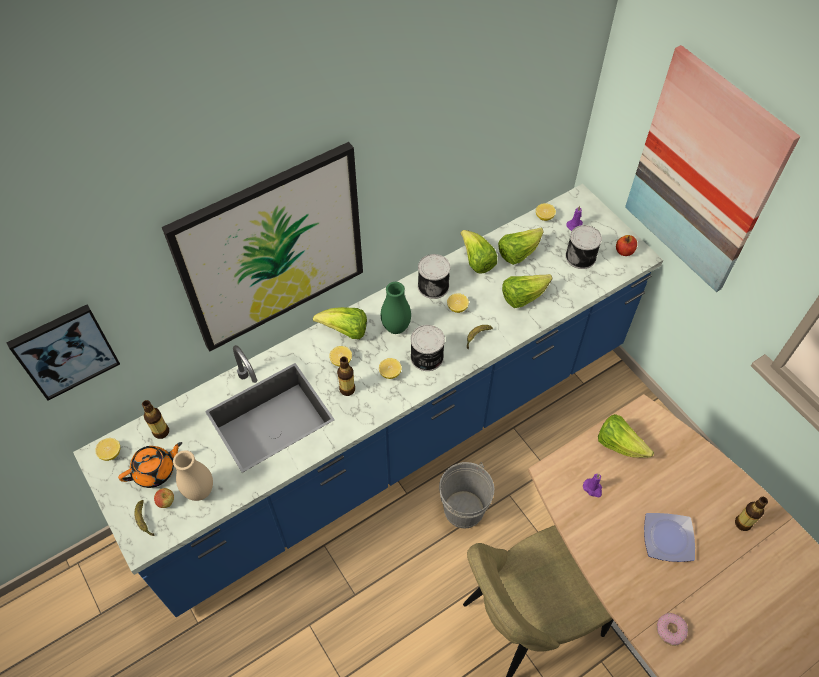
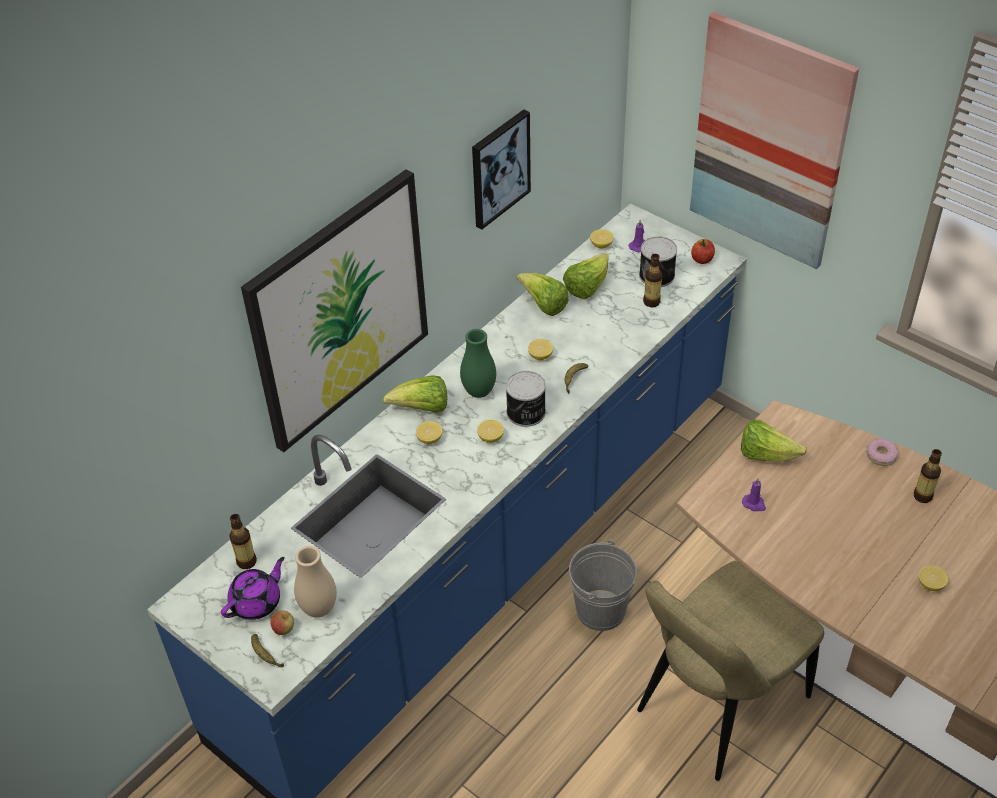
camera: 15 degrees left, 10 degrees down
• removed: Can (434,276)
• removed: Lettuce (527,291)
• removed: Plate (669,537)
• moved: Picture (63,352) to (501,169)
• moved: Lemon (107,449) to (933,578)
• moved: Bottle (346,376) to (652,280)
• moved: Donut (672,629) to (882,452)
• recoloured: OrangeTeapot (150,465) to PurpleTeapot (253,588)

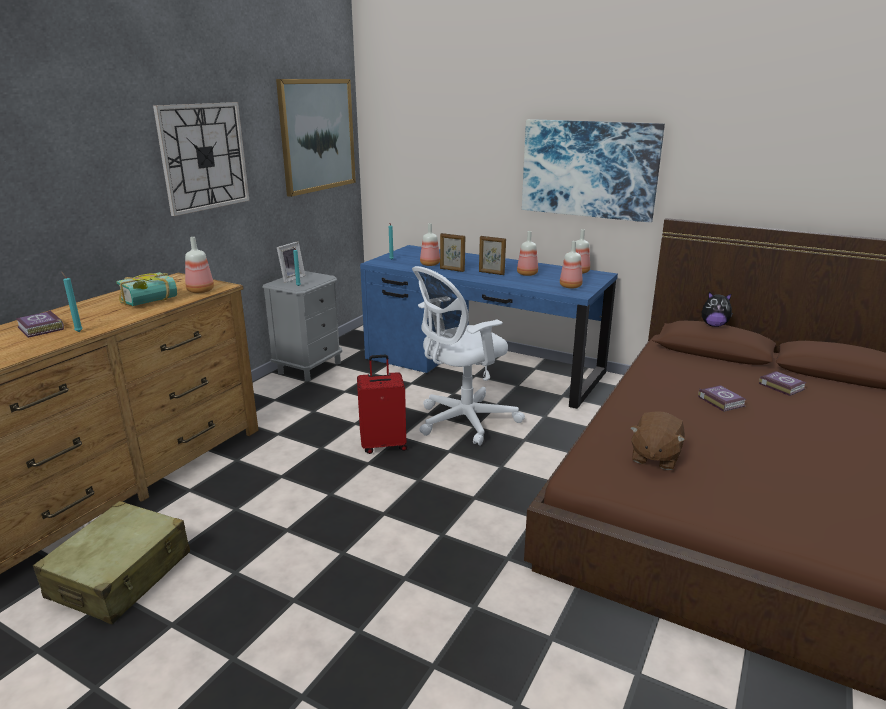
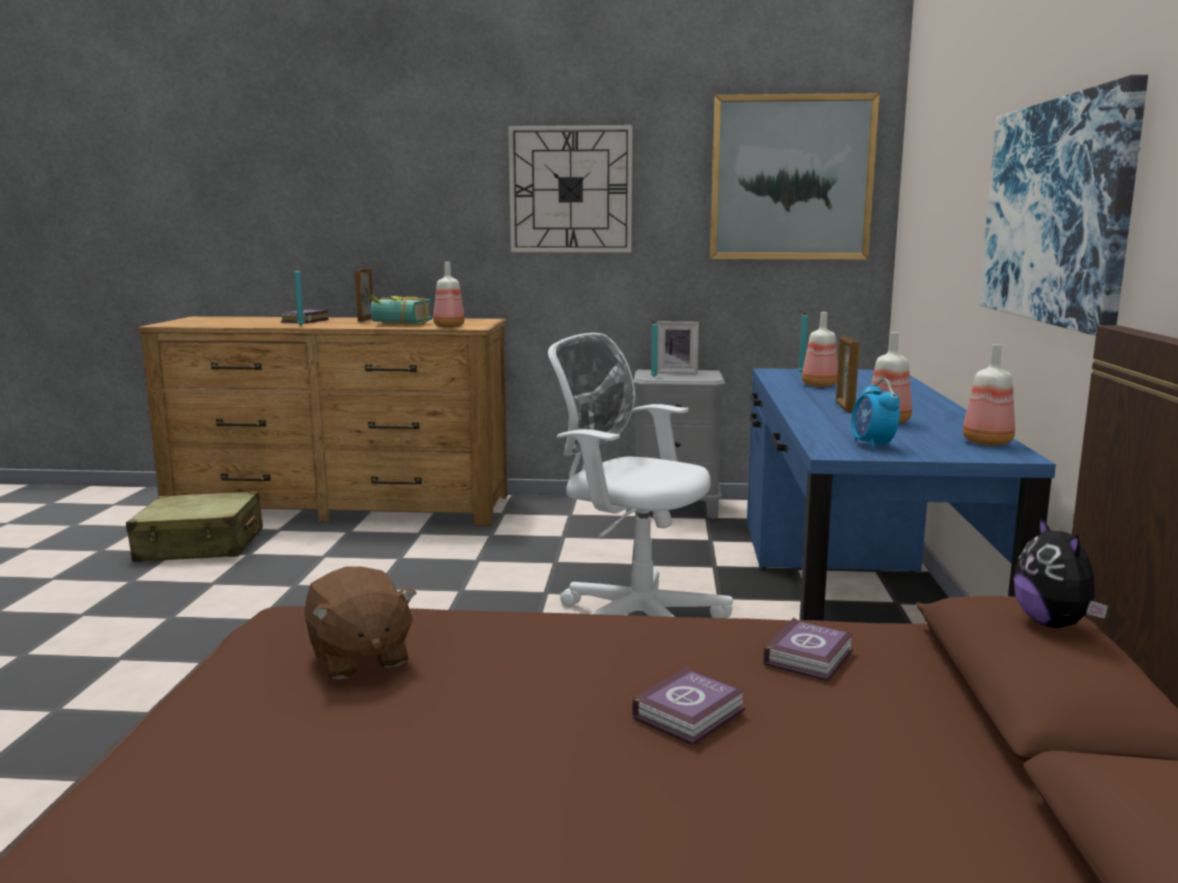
camera: 65 degrees right, 10 degrees down
• removed: RedSuitcase (382,404)
• moved: PictureFrame (452,252) to (364,295)
• moved: Book (783,383) to (808,650)
• replaced: Bottle (571,265) to AlarmClock (875,414)
• turned: BrownPlushToy (657,440) = (360,623) 120 degrees counterclockwise

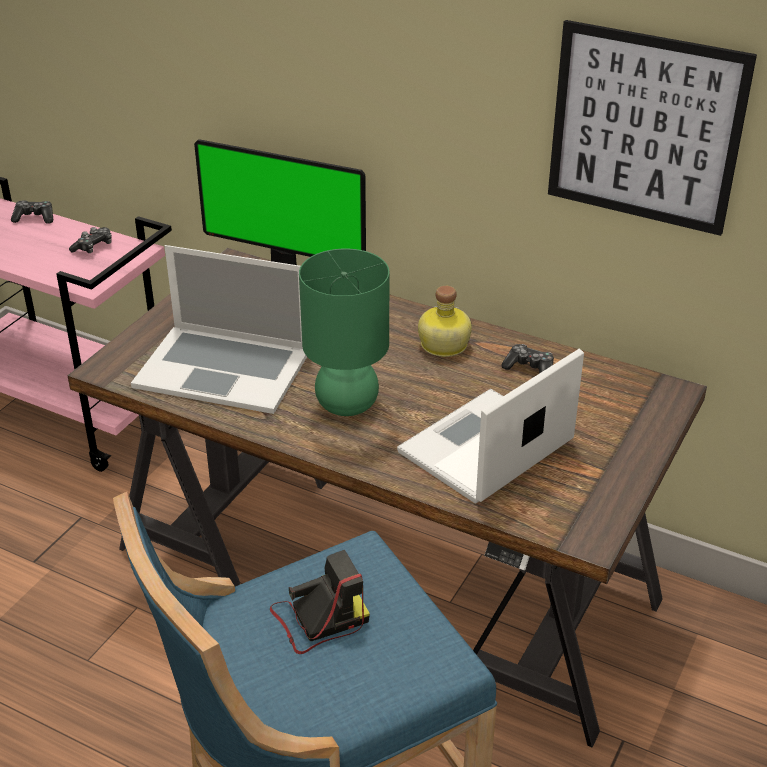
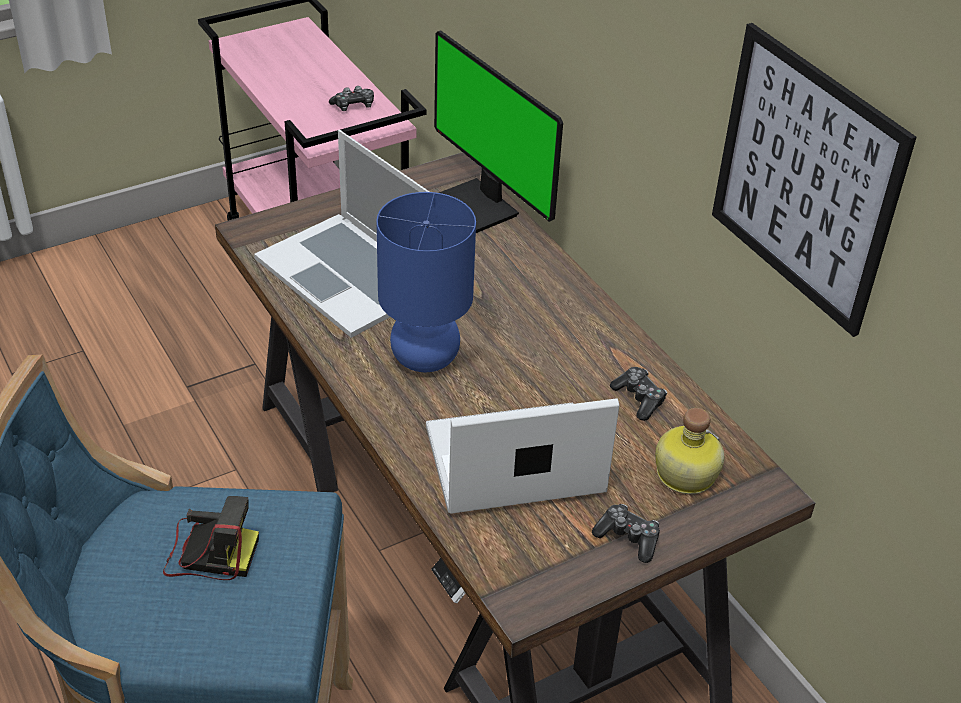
camera: 30 degrees right, 5 degrees up
• moved: GameController (32,212) to (626,533)
• moved: Bottle (445,321) to (689,451)
• recoloured: GreenTableLamp (344,332) to BlueTableLamp (426,282)

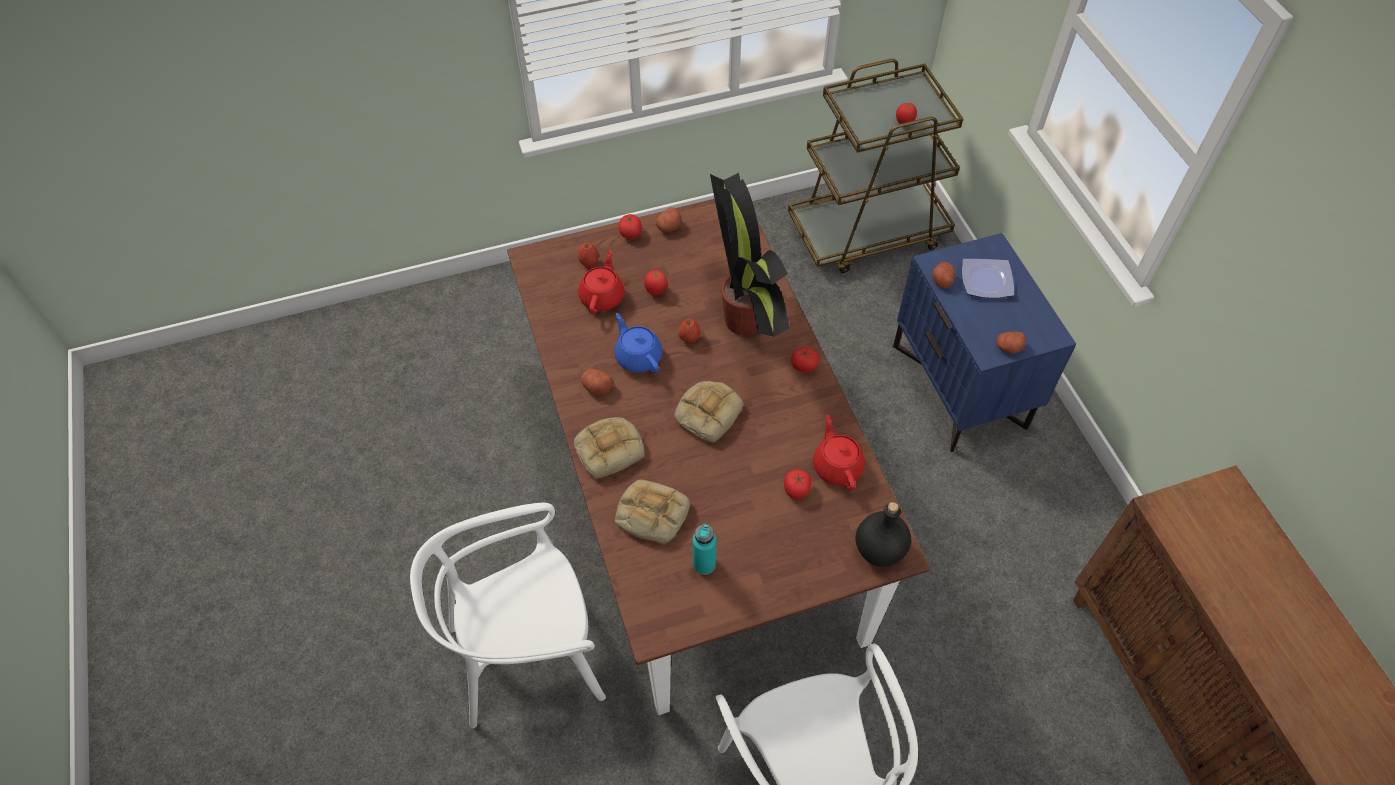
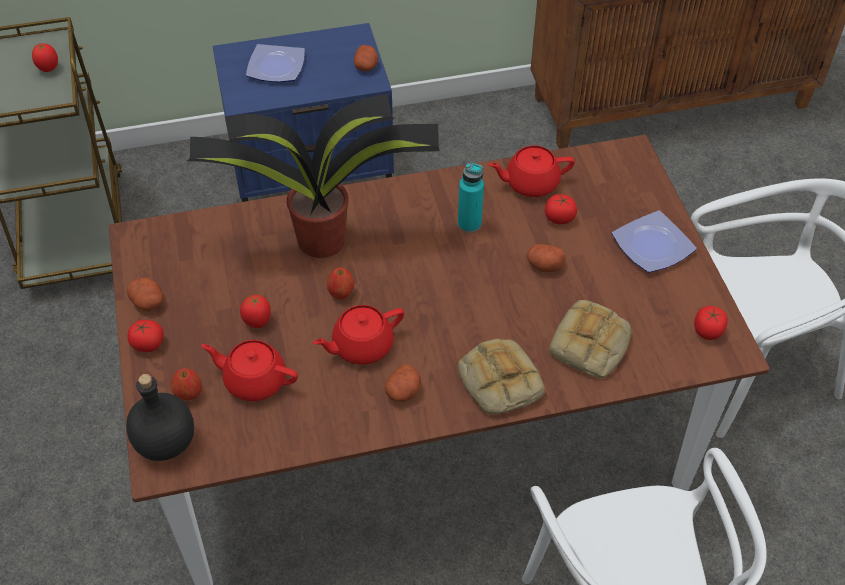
camera: 85 degrees left, 5 degrees down
• removed: Bread (709,412)
• added: Plate (654,241)
• moved: TurquoiseBottle (704,549) to (471,198)
• moved: Tomato (805,360) to (711,323)
• moved: BlackBottle (883,534) to (160,417)
• moved: Potato (943,275) to (546,258)
• recoloured: BlueTeapot (638,343) to RedTeapot (358,335)

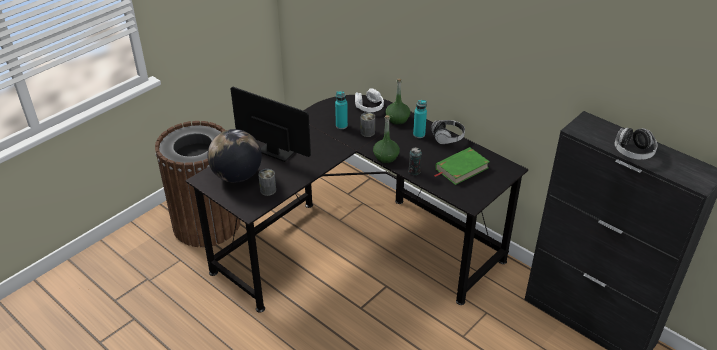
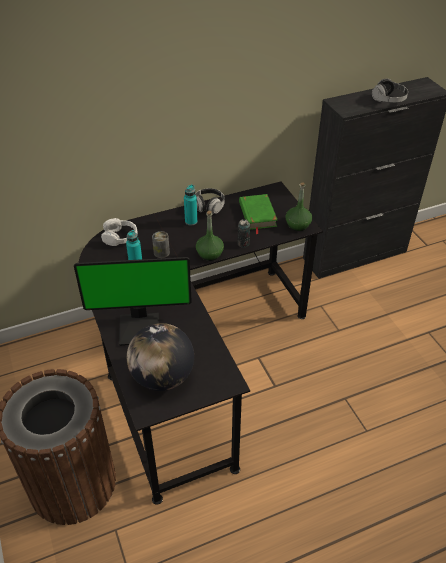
camera: 65 degrees left, 5 degrees up
• removed: Can (267,182)
• moved: GreenBottle (398,102) to (298,206)
• turned: Monitor (270,124) = (133,301) 150 degrees counterclockwise

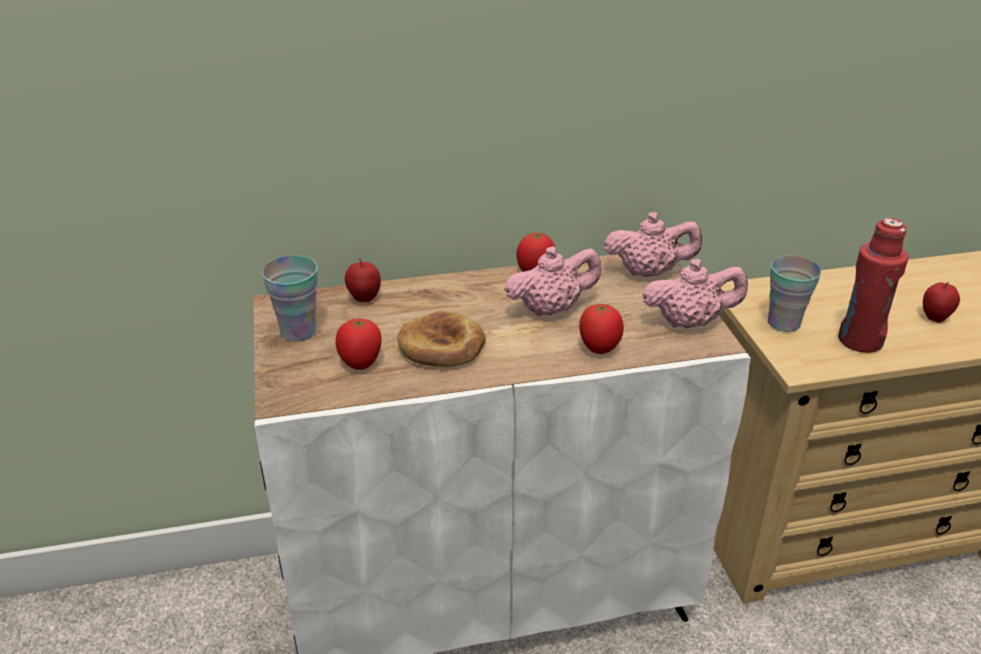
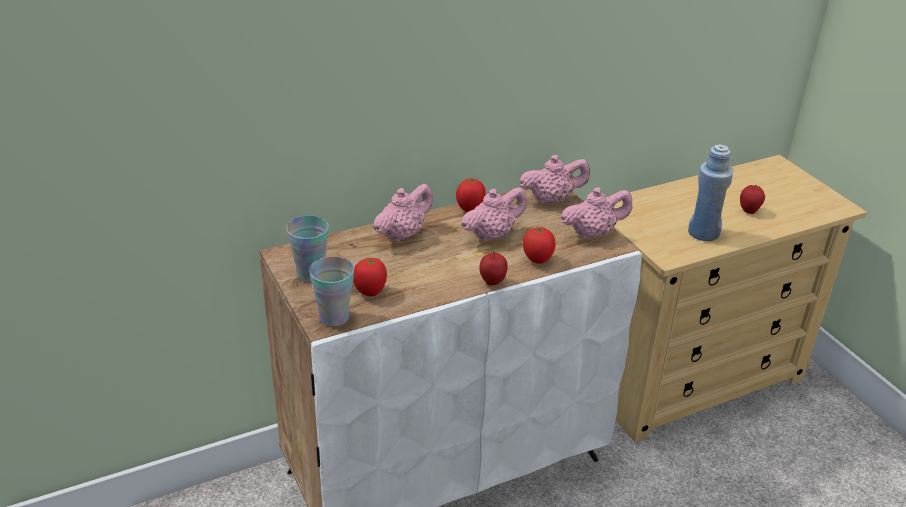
camera: 15 degrees left, 0 degrees up
• removed: Bread (441,339)
• added: PinkTeapot (403,213)
• moved: Apple (363,280) to (493,268)
• moved: Cup (794,293) to (331,291)
• recoloured: RedBottle (873,285) to BlueBottle (710,192)

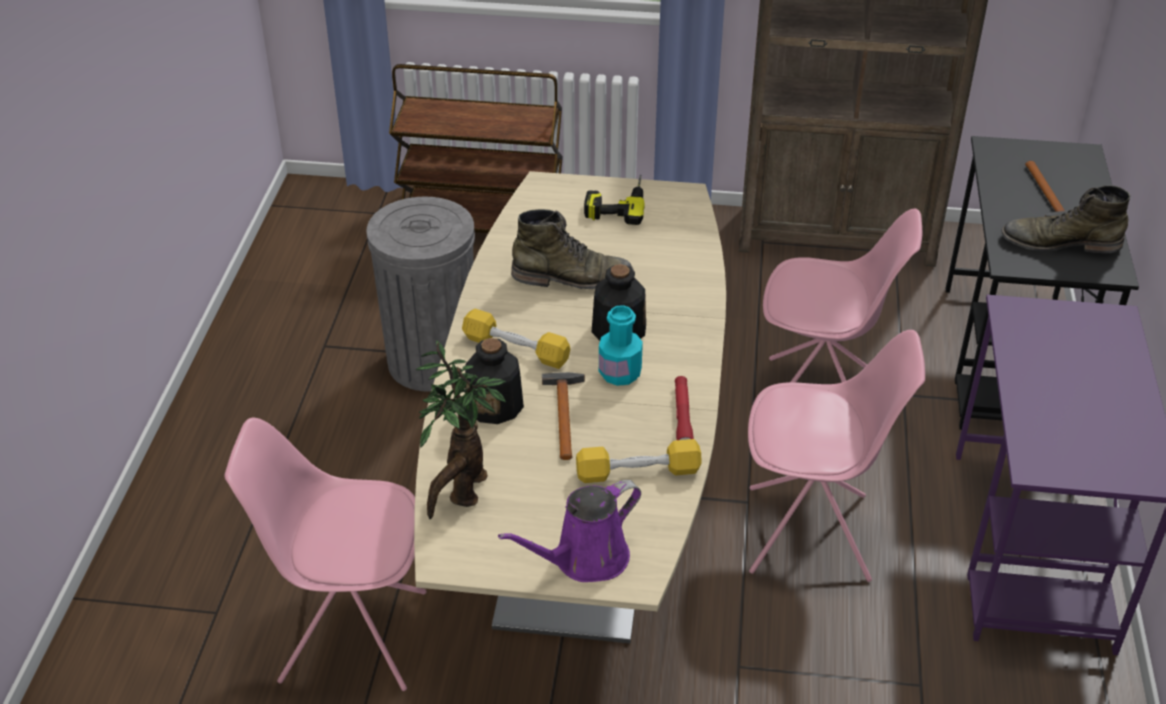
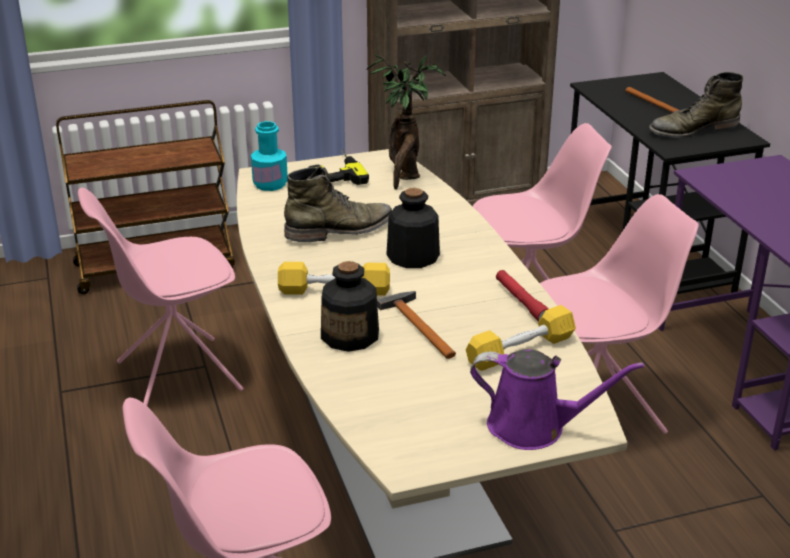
camera: 25 degrees left, 10 degrees down
• moved: PottedPlant (461,429) to (406,121)
• moved: TurquoiseBottle (621,345) to (269,156)
• replaced: GreyTrashCan (420,294) to PinkChair (161,297)
• turned: PurpleWateringCan (569,531) = (557,399) 105 degrees counterclockwise

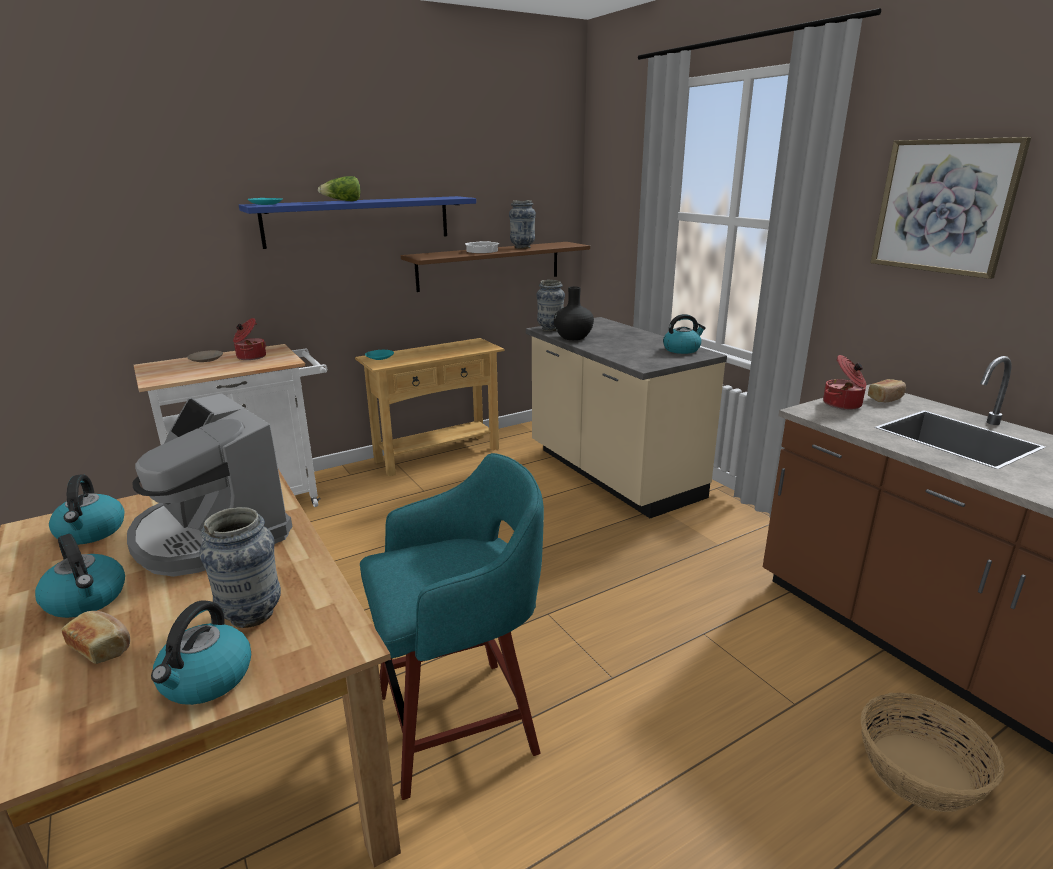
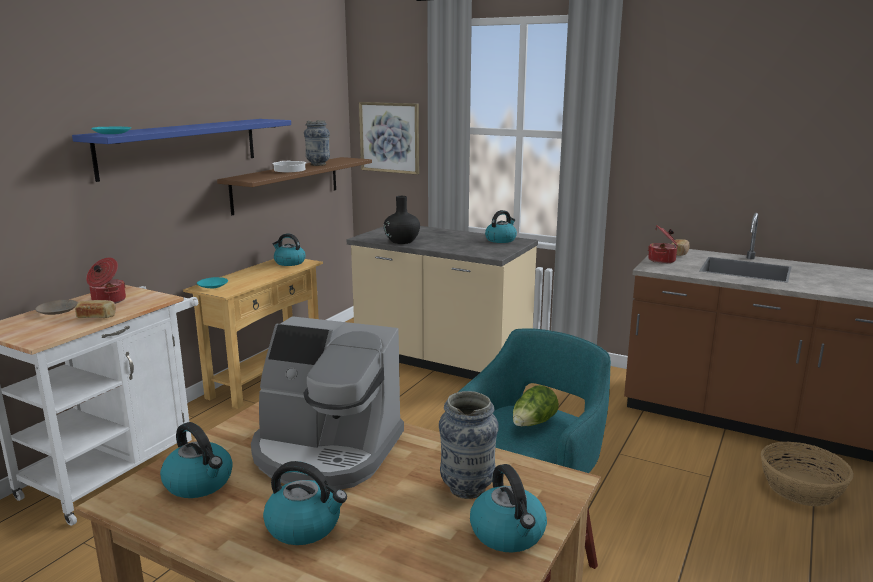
camera: 30 degrees left, 5 degrees down
• removed: Vase (550,305)
• added: Kettle (289,249)
• moved: Bread (96,637) to (95,309)
• moved: Lettuce (339,188) to (536,405)
• moved: Picture (950,208) to (389,138)

